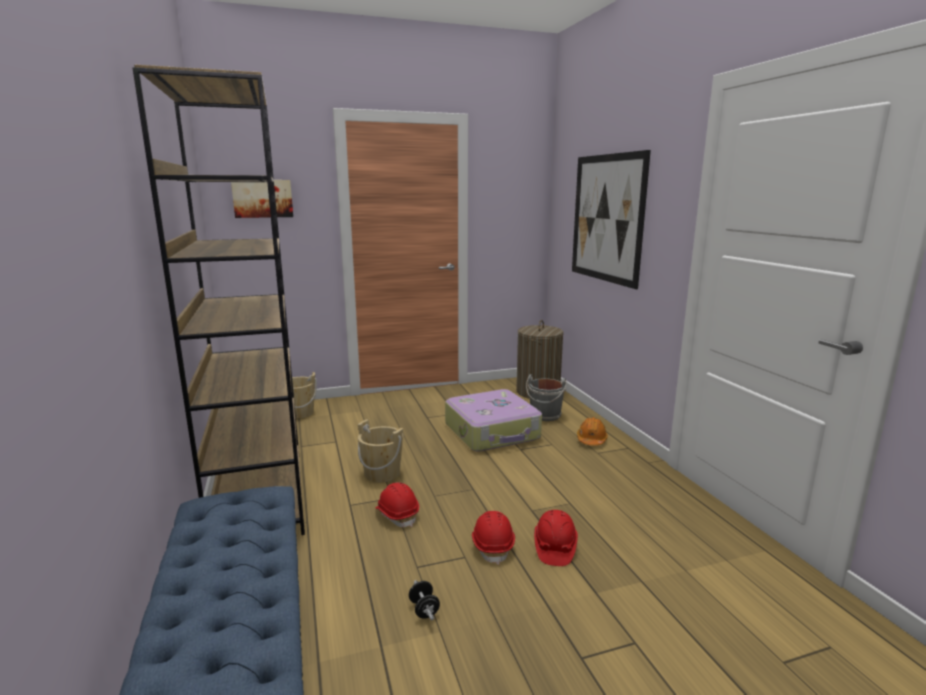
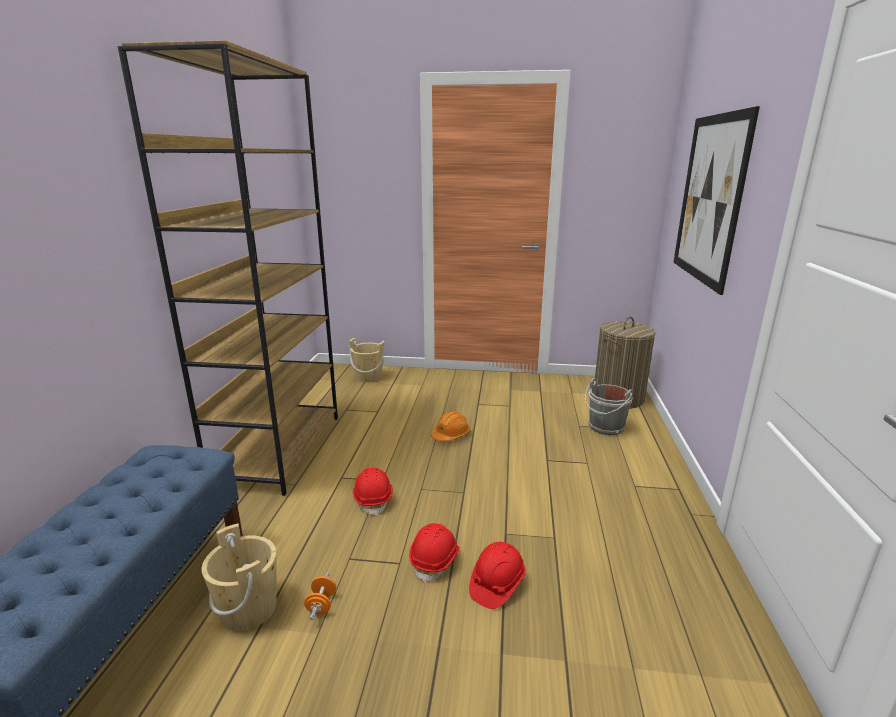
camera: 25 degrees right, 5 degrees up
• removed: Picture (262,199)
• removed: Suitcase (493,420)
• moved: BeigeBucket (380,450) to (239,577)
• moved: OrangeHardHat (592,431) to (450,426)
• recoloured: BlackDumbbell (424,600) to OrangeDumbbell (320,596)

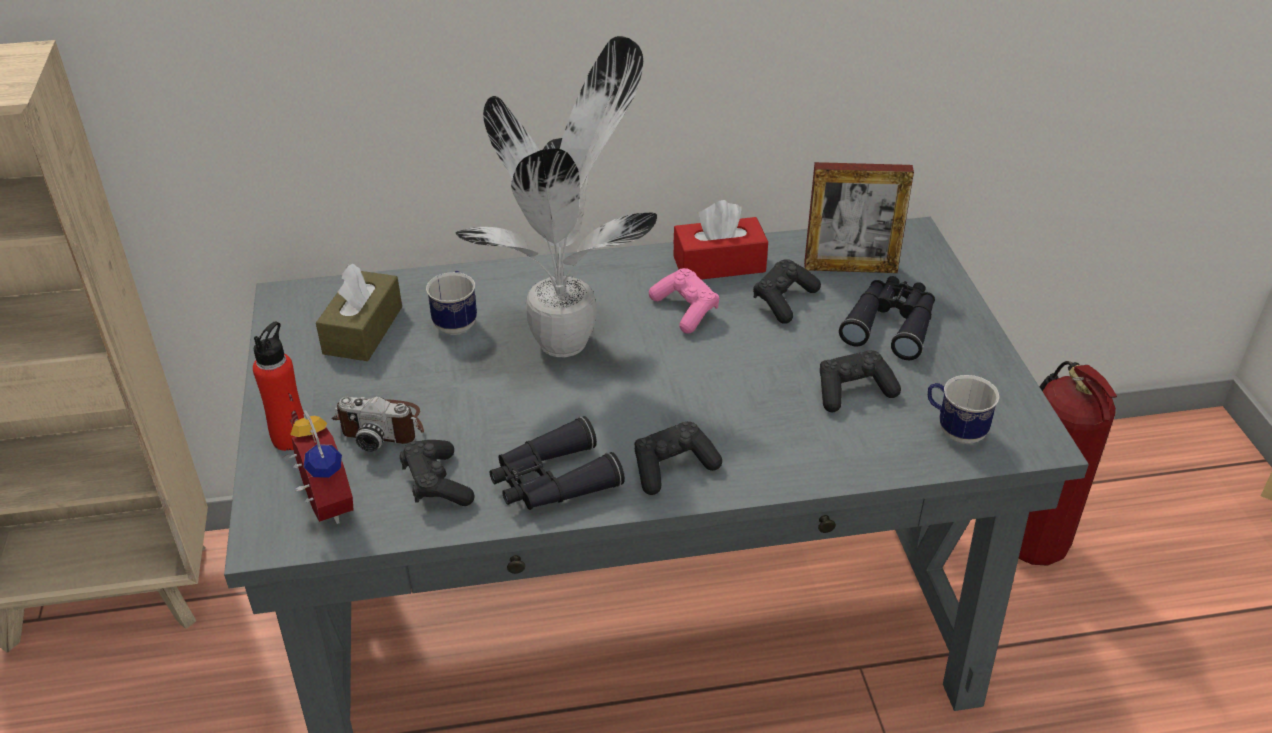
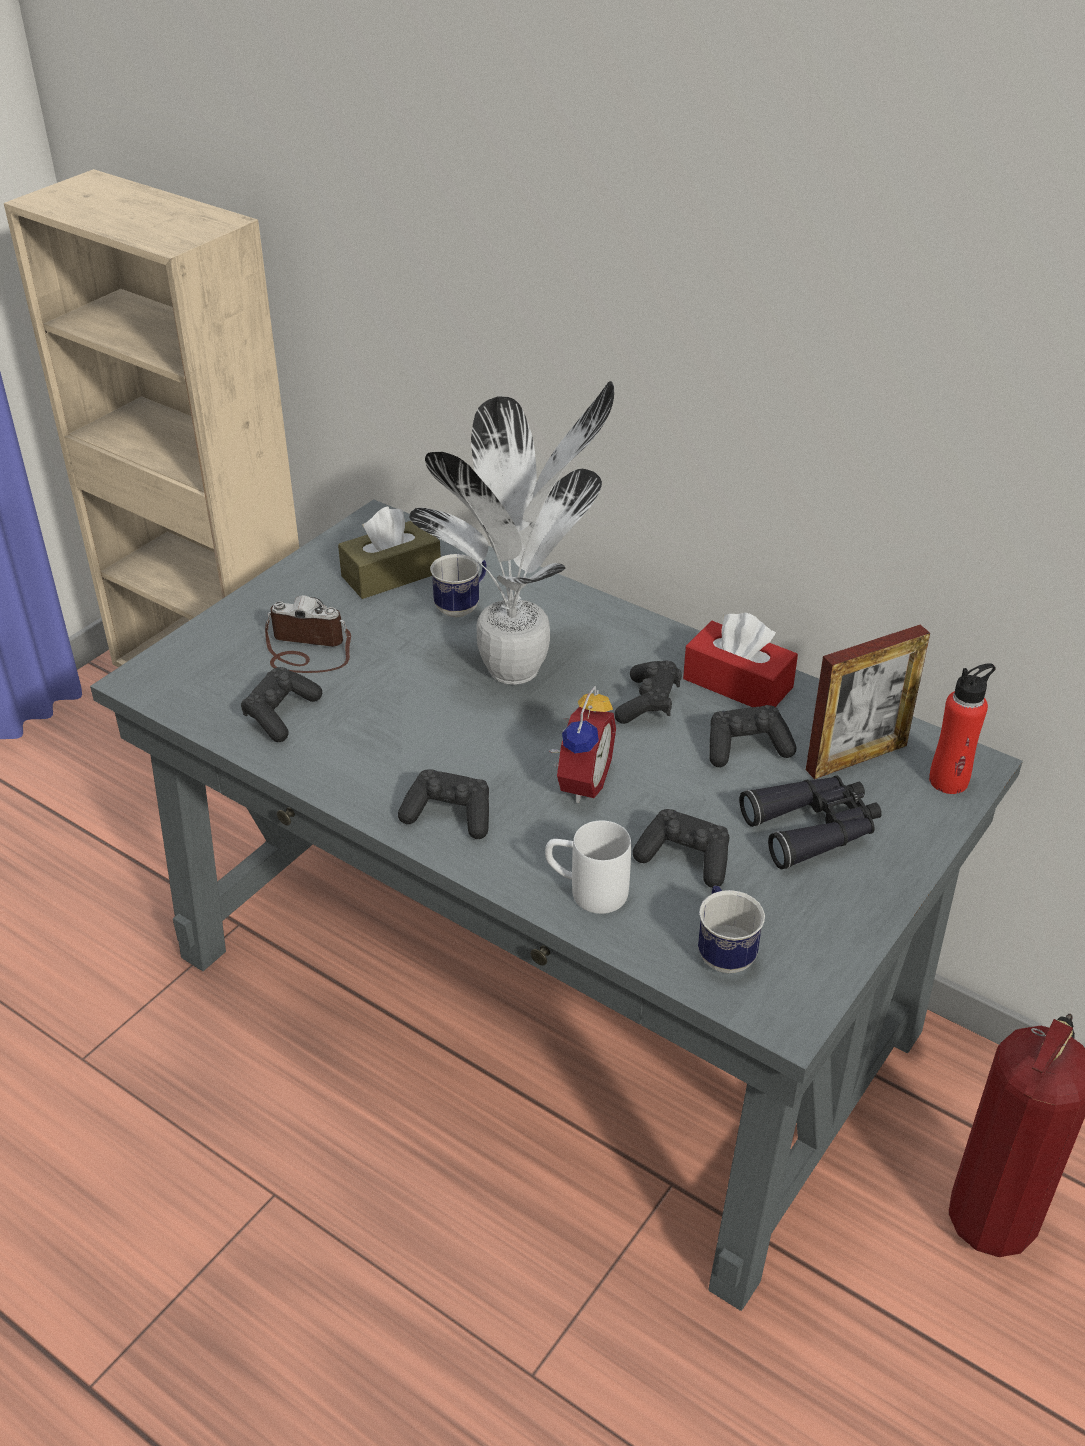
camera: 45 degrees right, 0 degrees up
• removed: BlackBinoculars (557,463)
• added: WhiteMug (588,867)
• moved: RedBottle (278,386) to (962,728)
• moved: AlarmClock (318,467) to (582,744)
• recoloured: PinkGameController (684,301) to BlackGameController (648,692)
• turned: PhotoCamera (378,424) = (308,634) 135 degrees clockwise
• turned: PictureFrame (859,217) = (868,702) 75 degrees counterclockwise

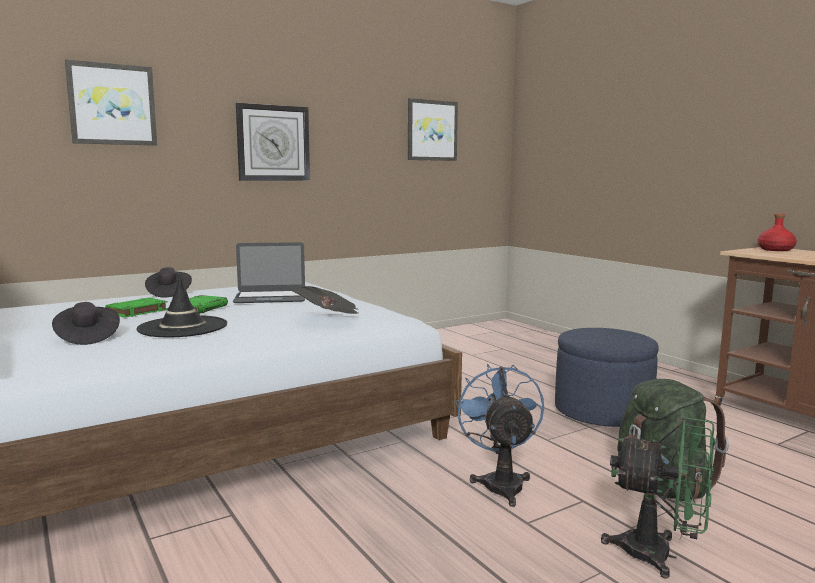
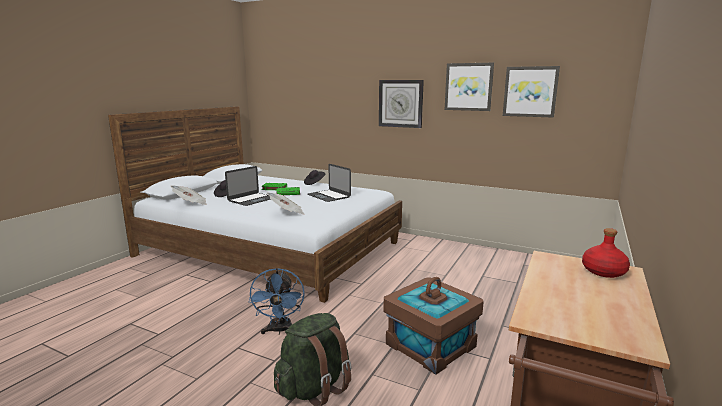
camera: 60 degrees right, 5 degrees up
• removed: GreenFan (658,497)
• added: Newspaper (189,195)
• moved: Picture (111,102) to (469,86)
• replaced: BlackHat (181,306) to Laptop (248,186)
• replaced: BlueOttoman (607,377) to BrownStorageBox (433,326)
• turned: BlueFan (499,435) = (277,301) 120 degrees clockwise

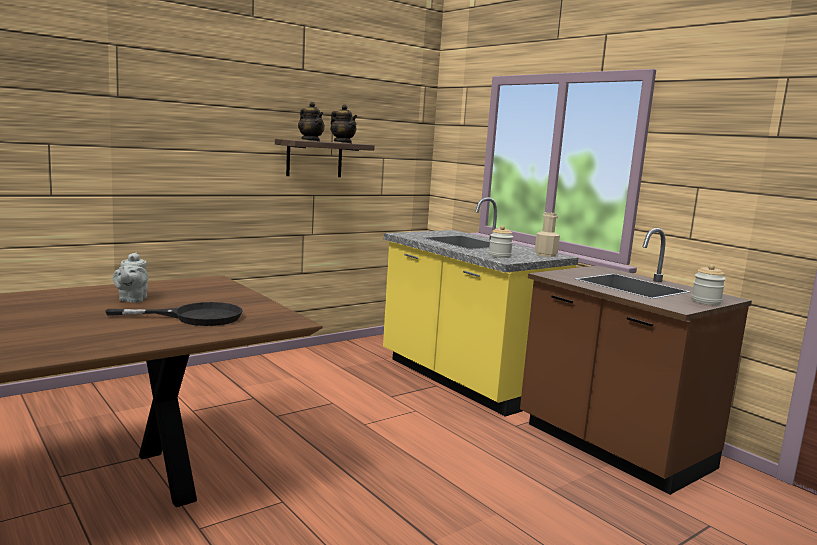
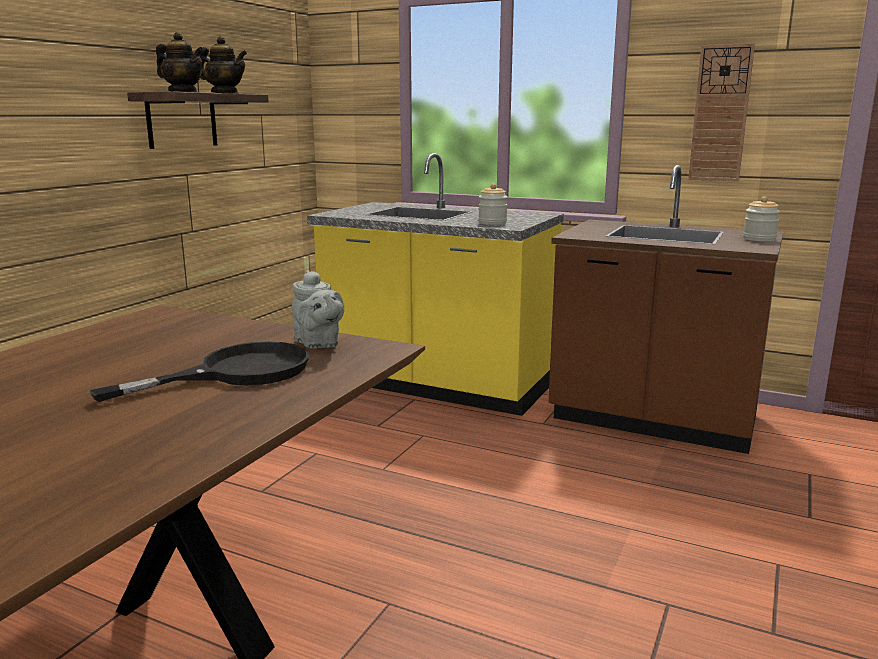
camera: 25 degrees left, 5 degrees up
• removed: BeigeBottle (547,234)
• added: WallClock (721,112)
• moved: GreyTeapot (130,277) to (318,309)

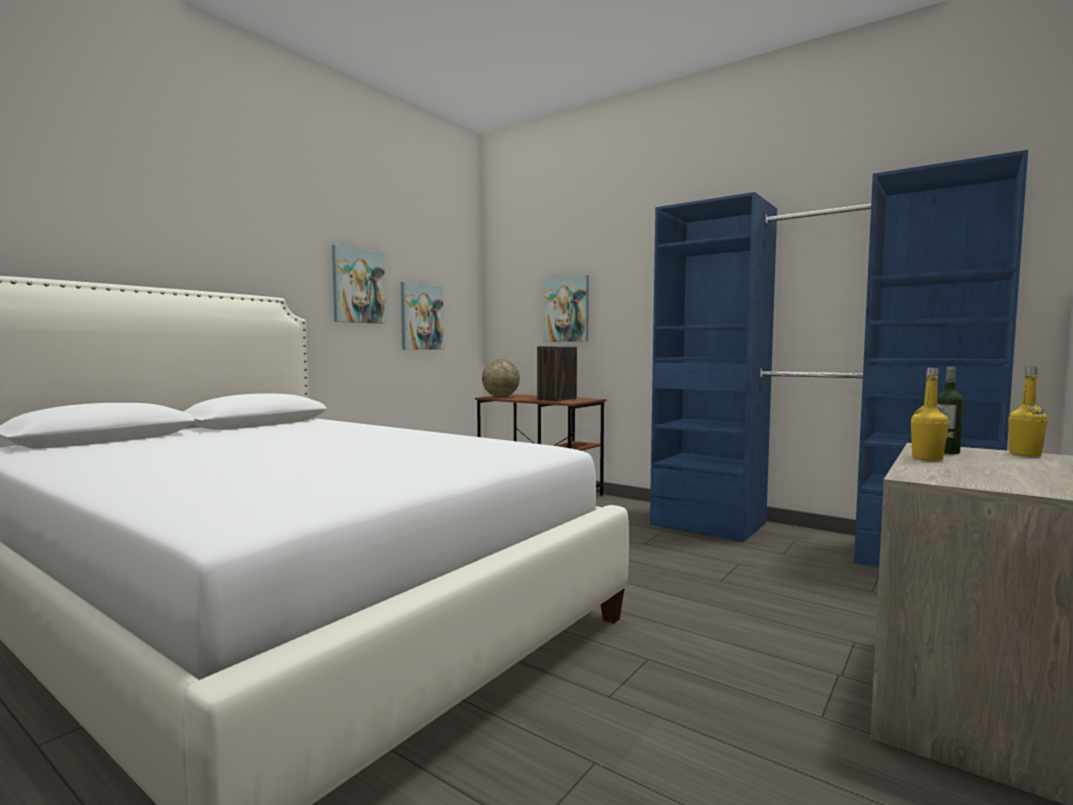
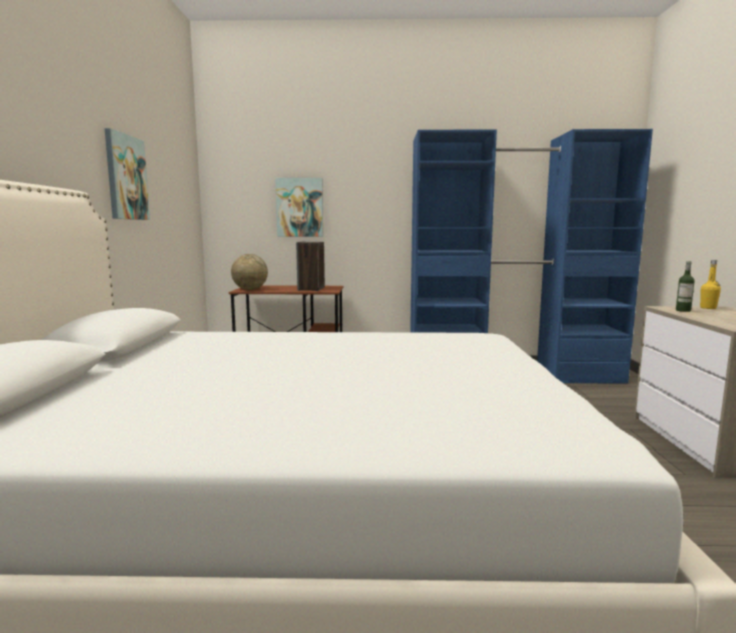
camera: 35 degrees left, 5 degrees up
• removed: Picture (422,316)
• removed: YellowBottle (930,414)

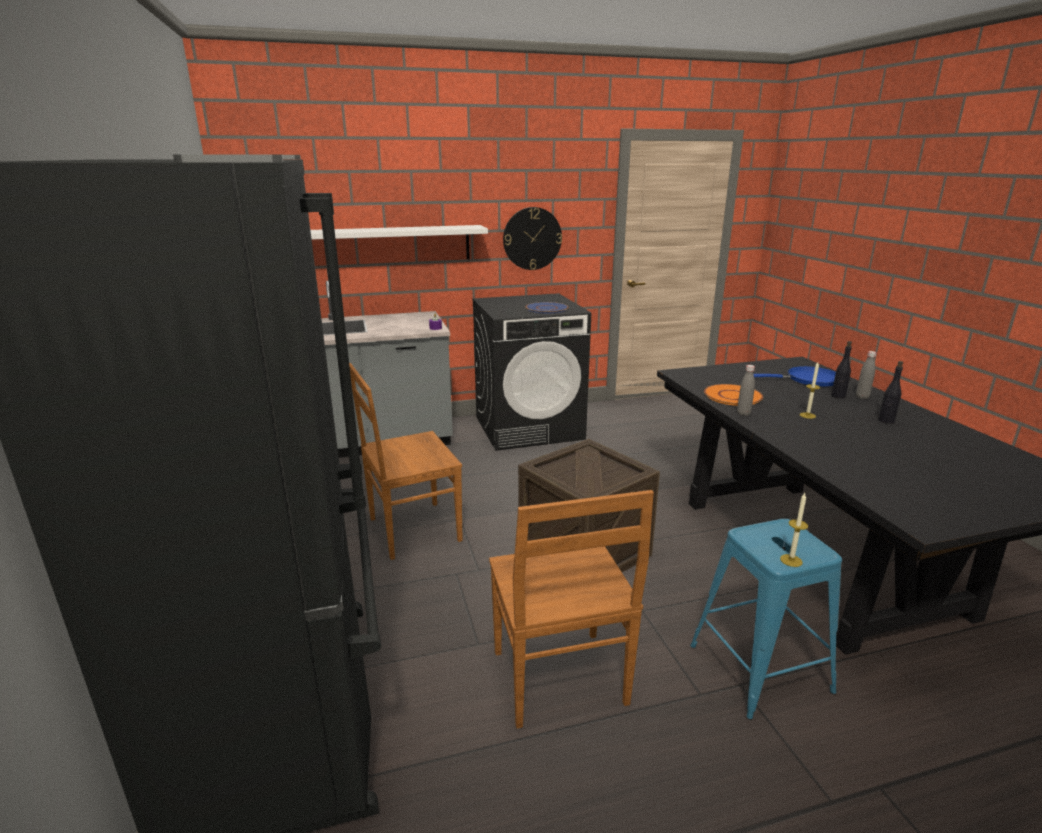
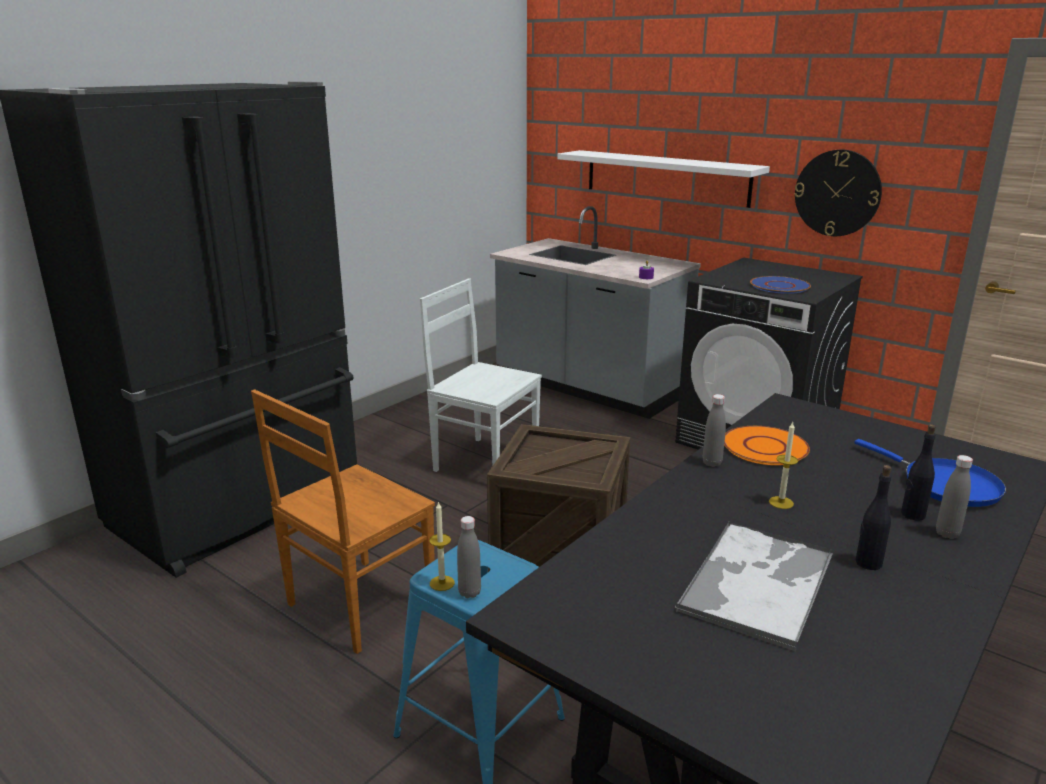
camera: 55 degrees right, 0 degrees up
• added: GreyBottle (469,557)
• added: Tray (754,587)
• recoloured: BrownChair (406,461) to WhiteChair (481,375)

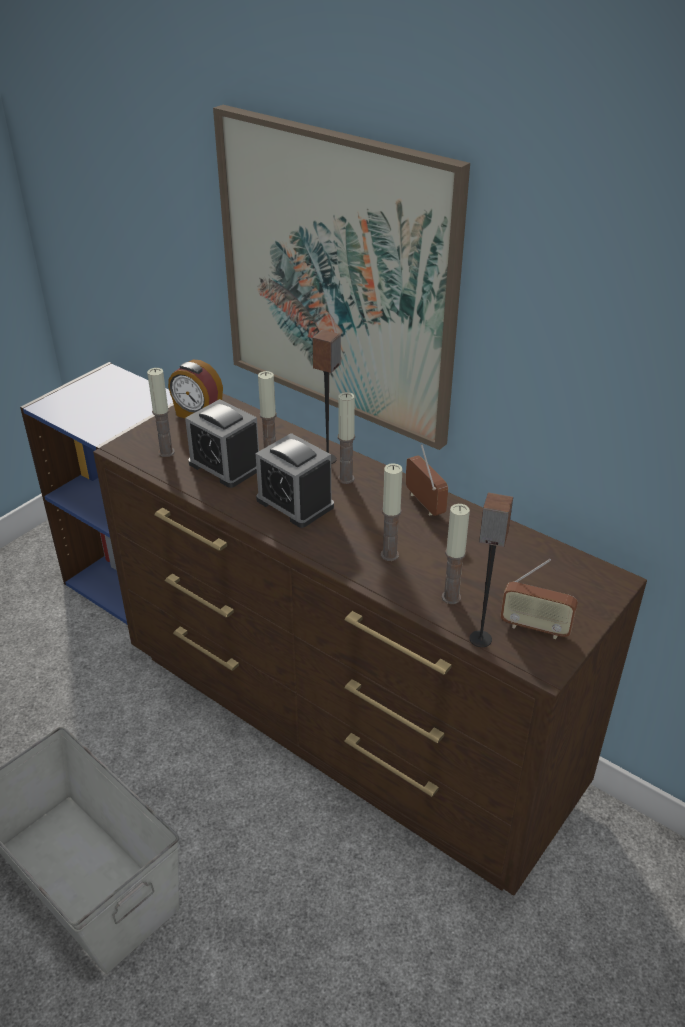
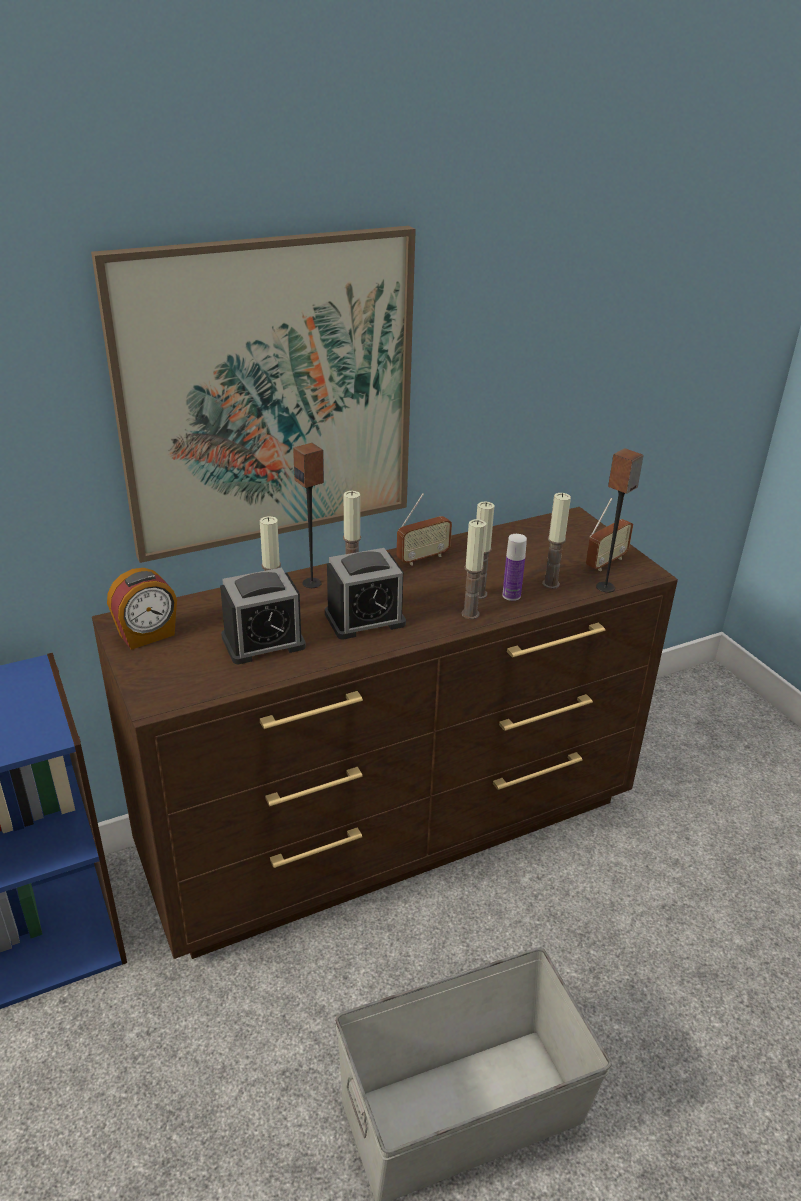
camera: 65 degrees left, 5 degrees down
• added: Bottle (514,567)
• moved: Candle (161,412) to (474,569)
• turned: Radio (427,480) = (424,529) 150 degrees clockwise

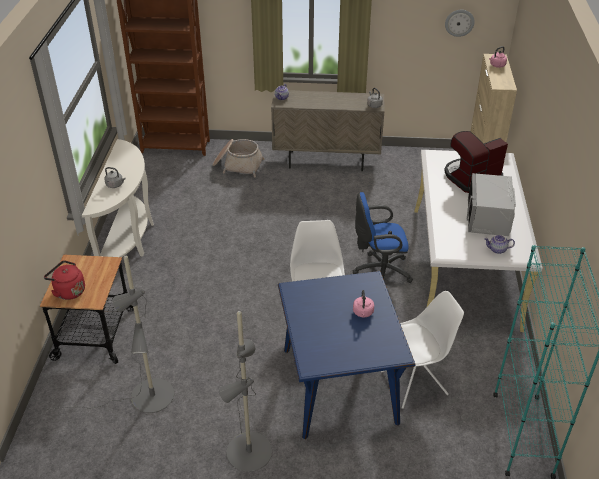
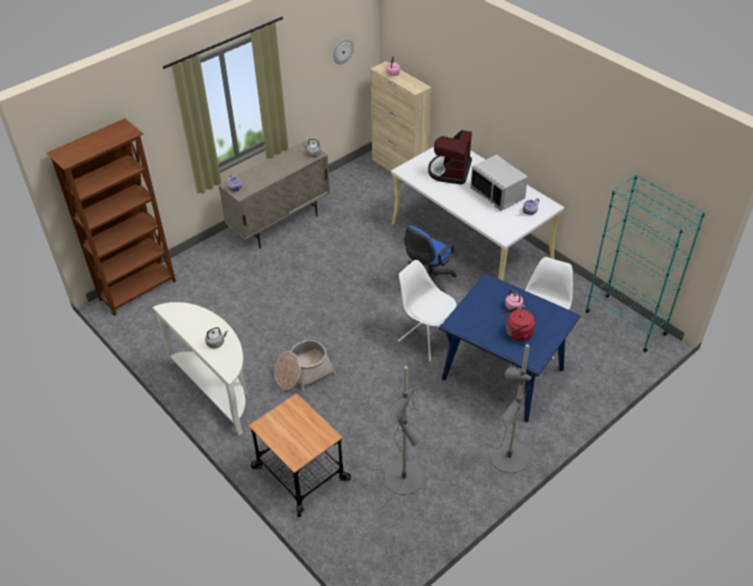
camera: 45 degrees left, 5 degrees up
• moved: RedKettle (64,280) to (519,324)
• moved: Basket (238,158) to (305,365)

